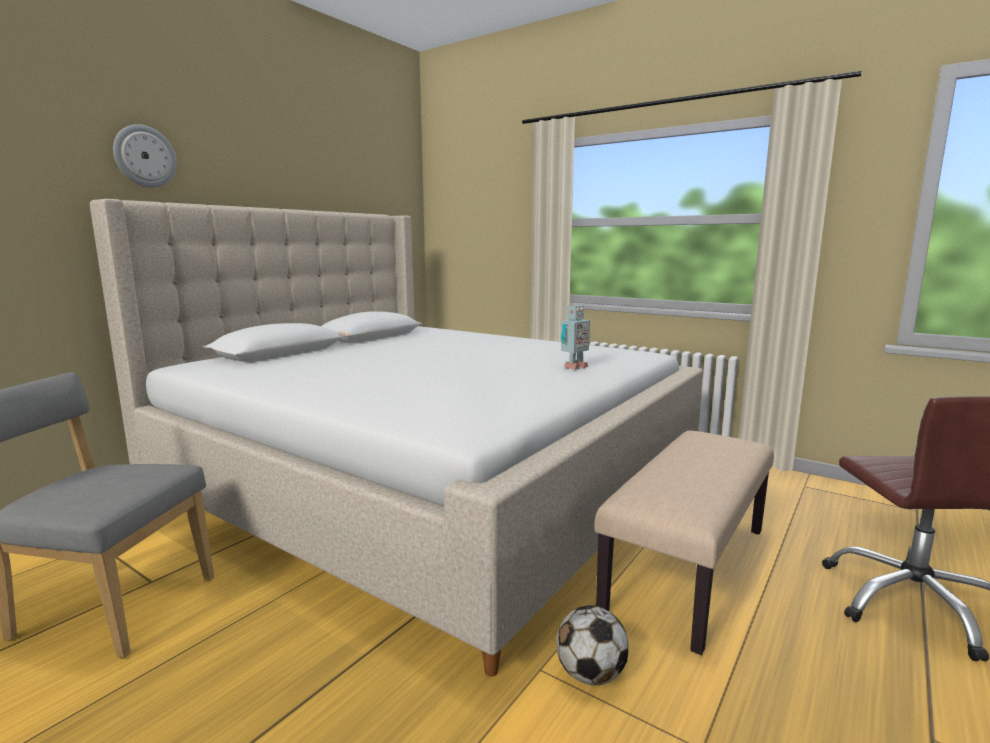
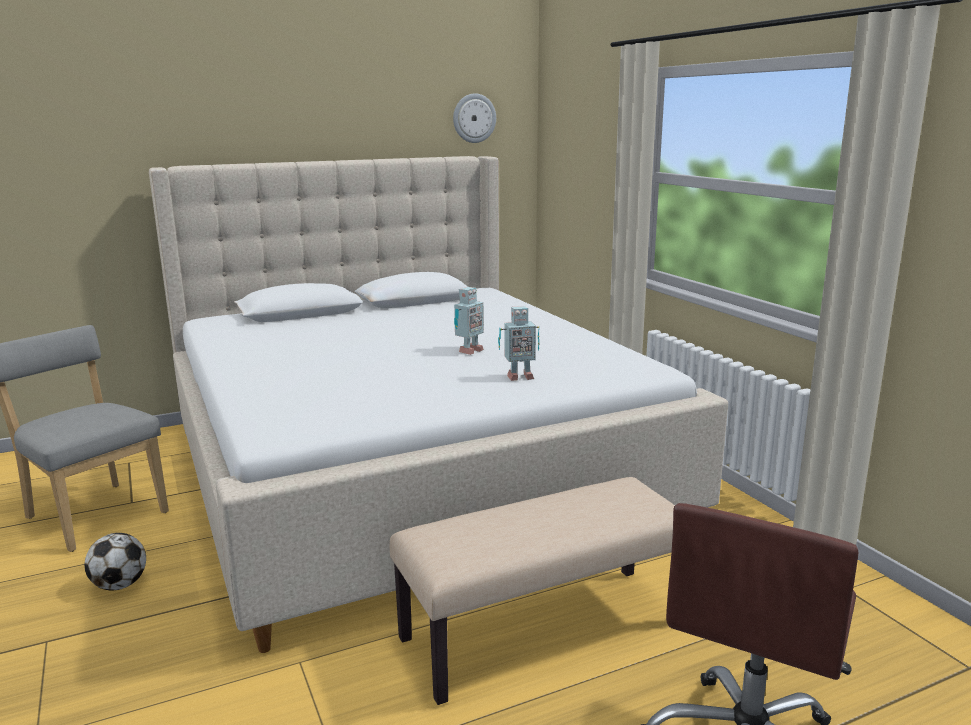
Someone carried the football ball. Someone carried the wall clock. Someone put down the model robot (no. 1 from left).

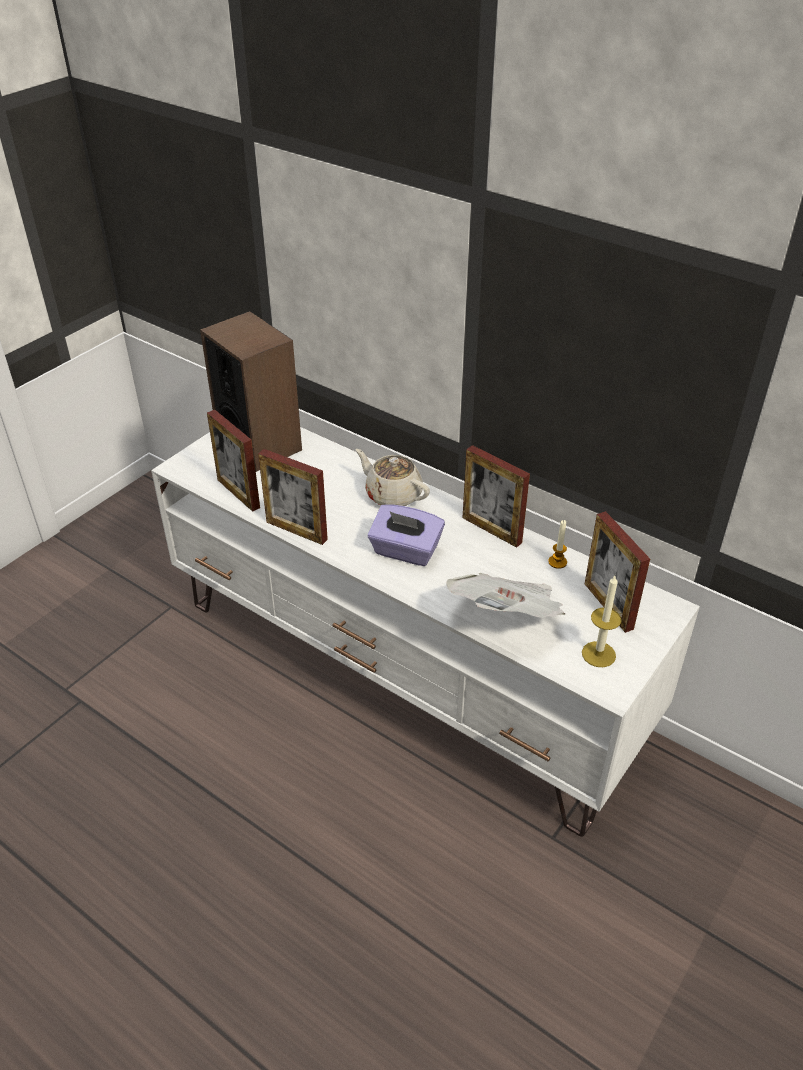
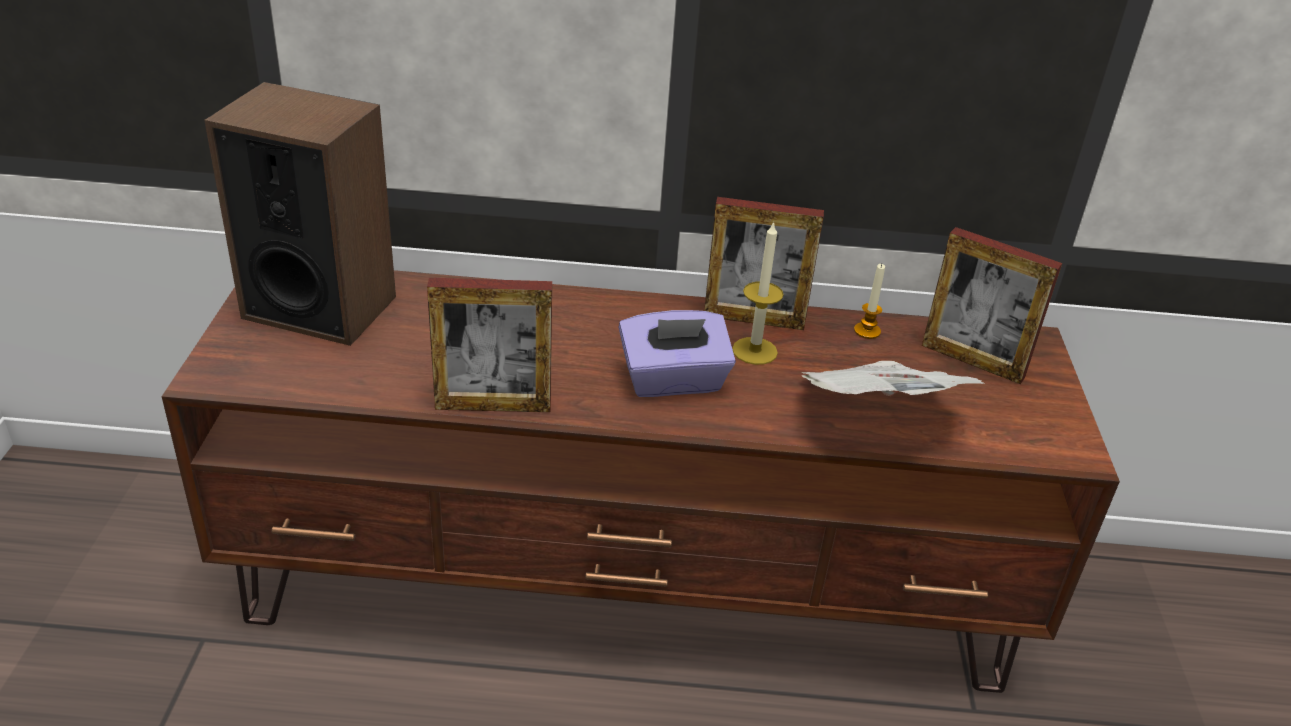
Someone repainted the media console (white), which became the media console (brown-coloured). Someone carried the wax light (no. 2 from left in the first image). Someone took away the standing frame (no. 1 from left). Someone took away the teapot (beige-coloured).

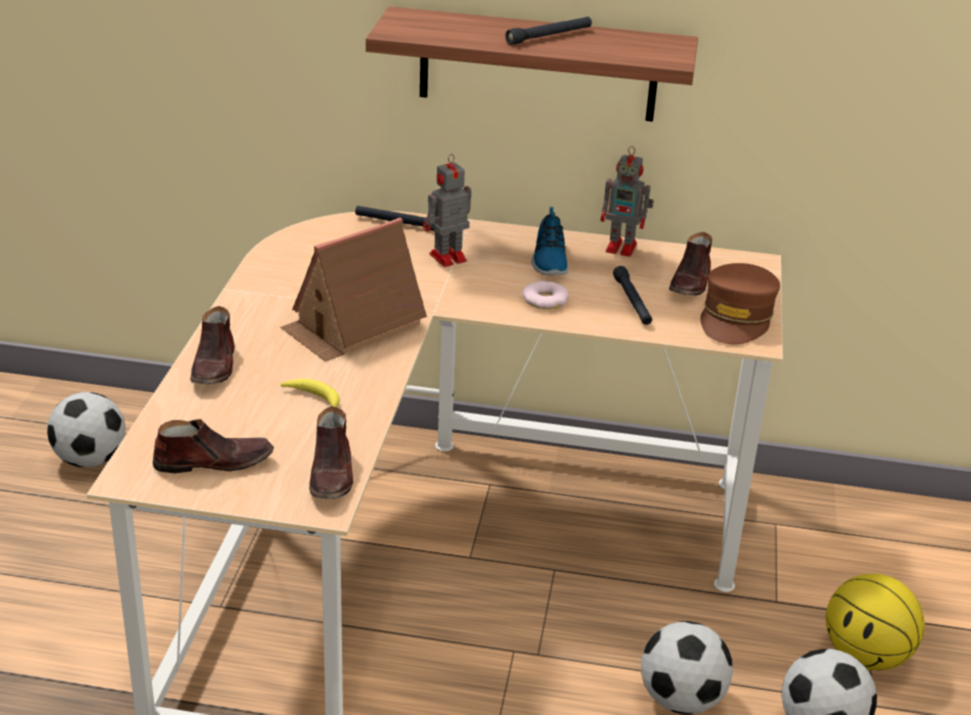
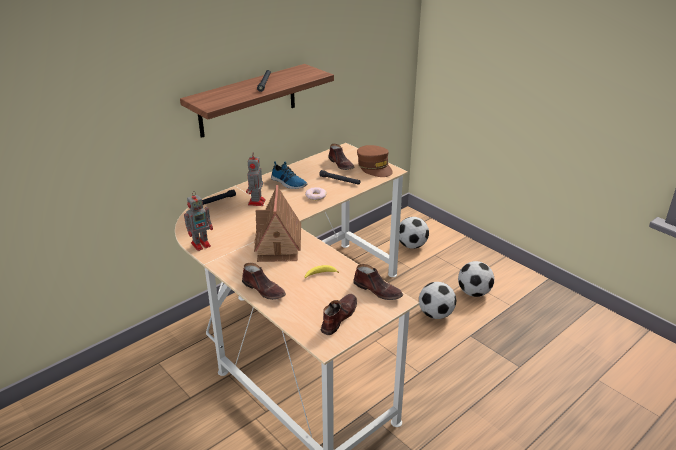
Someone carried the model robot (no. 2 from left in the first image). Someone carried the football ball (no. 1 from left). Someone took away the basketball.

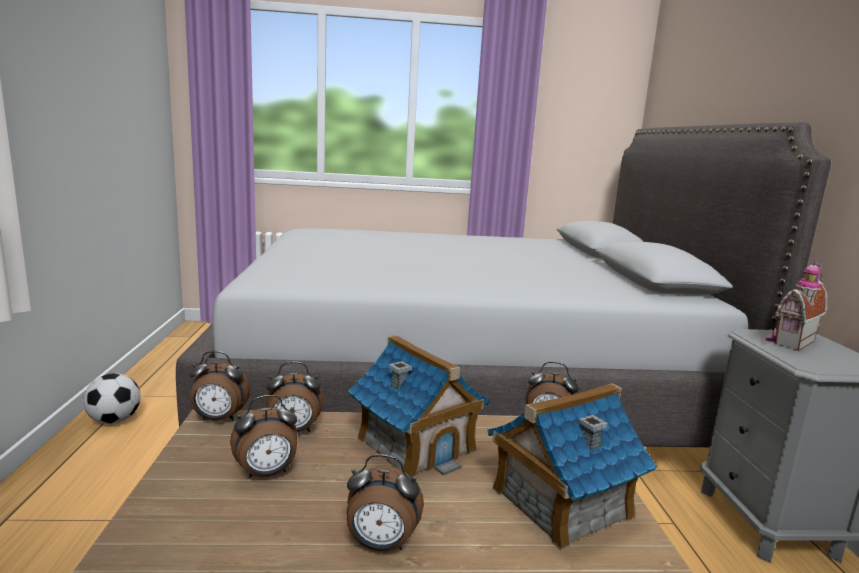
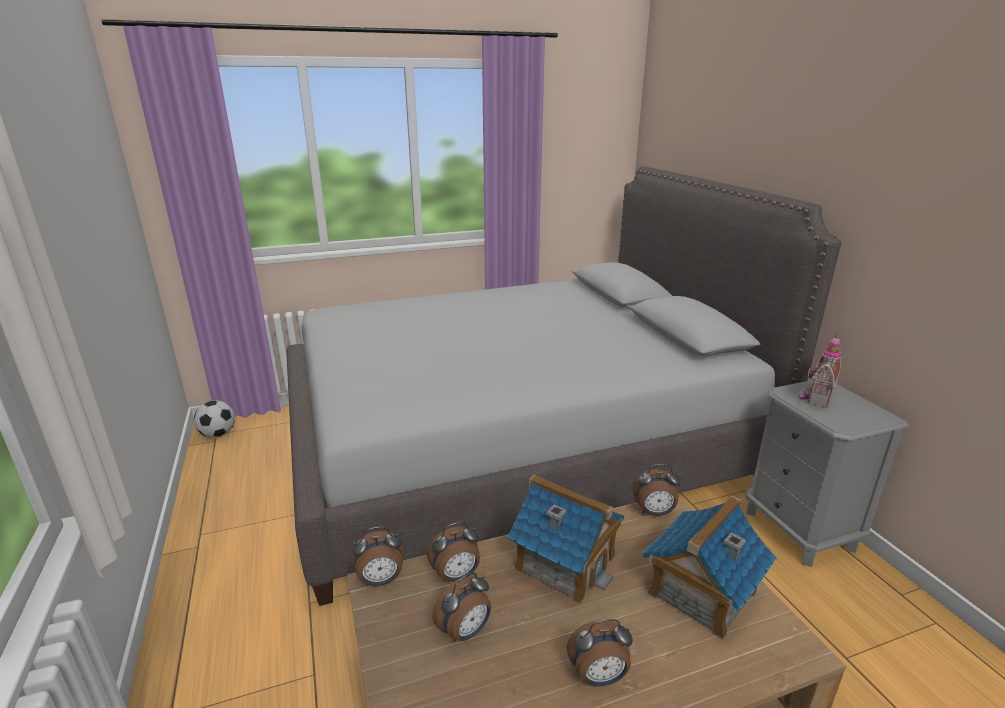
Someone carried the football ball.

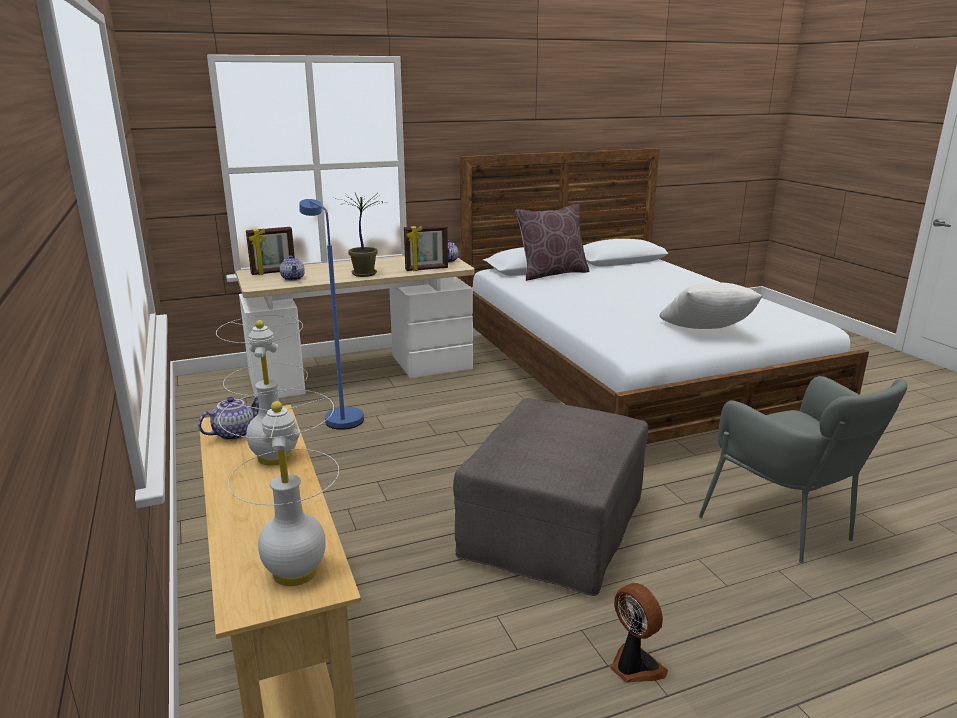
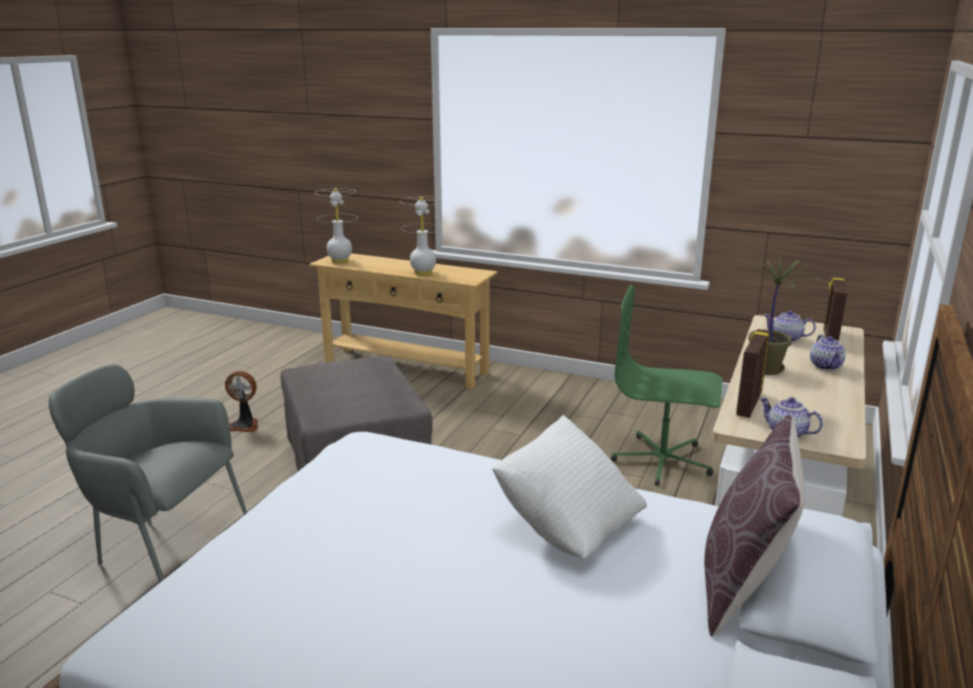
Someone carried the cushion (white). Someone swapped the standard lamp (blue-coloured) for the office chair (greenish). Someone carried the teapot (no. 1 from left in the first image).

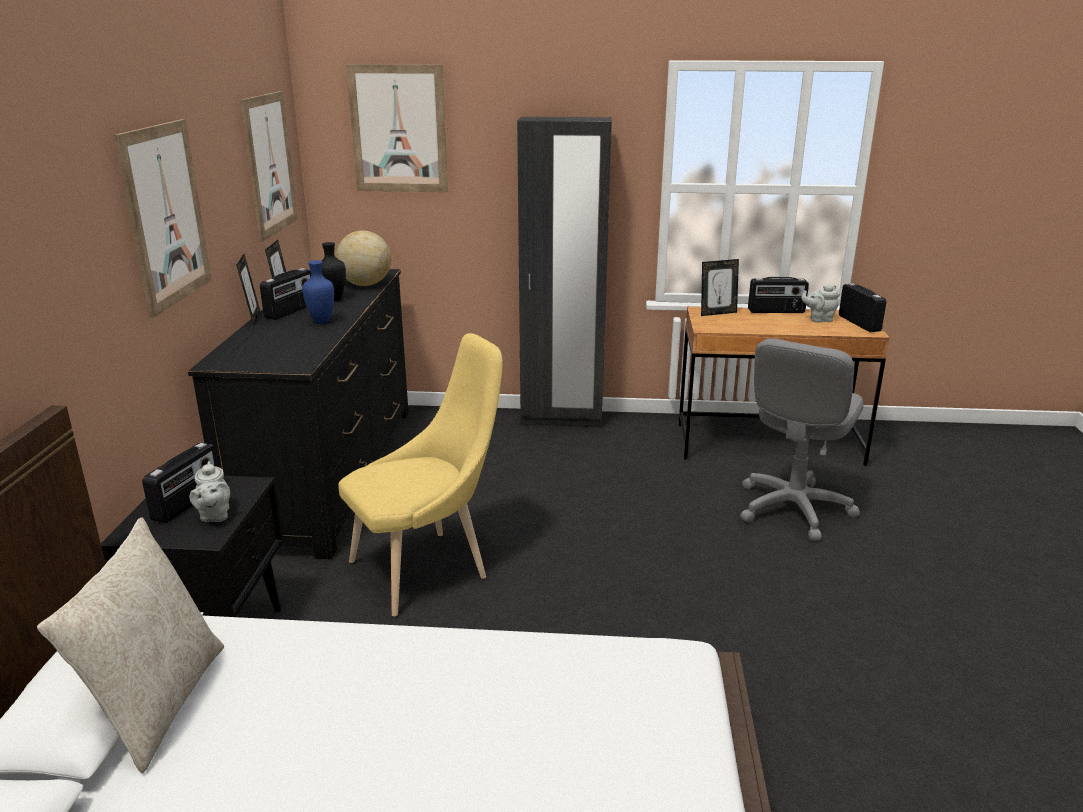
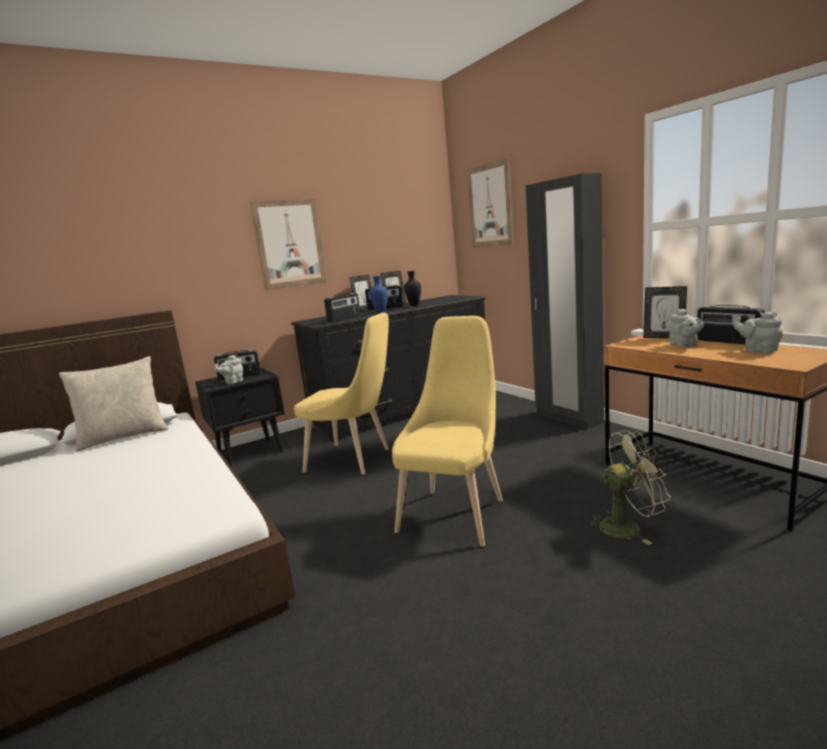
Someone carried the radio (no. 4 from left in the first image). Someone put down the upright chair (yellow-coloured) (no. 2 from left). Someone swapped the office chair (grey) for the electric fan (greenish). Someone put down the teapot (grey) (no. 2 from left). Someone took away the wall picture (no. 2 from left). Someone took away the globe.

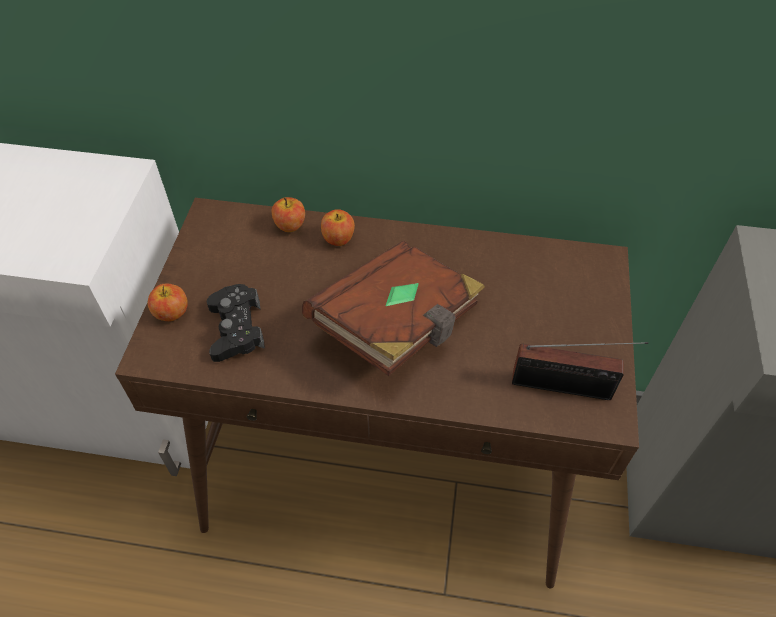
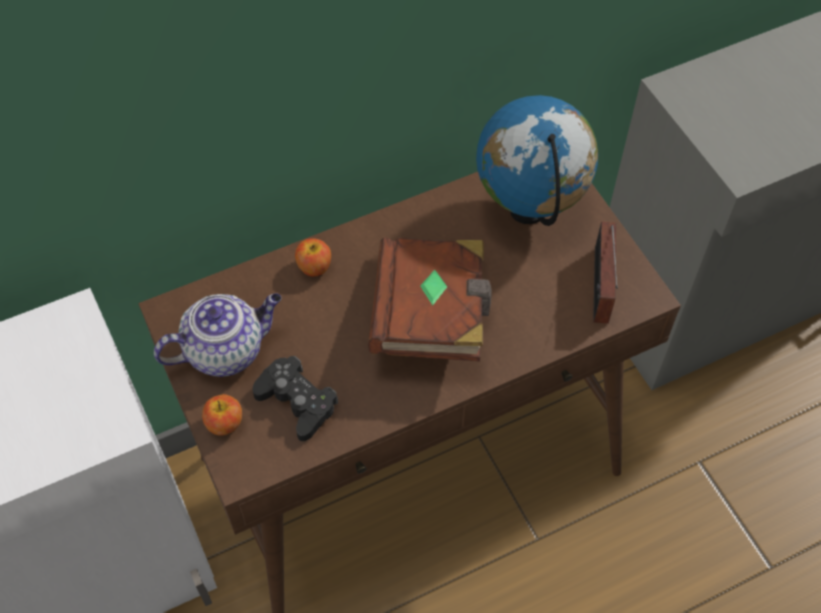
Someone put down the teapot. Someone put down the globe. Someone rotated the radio by 120 degrees clockwise. Someone took away the whole apple (no. 2 from left).

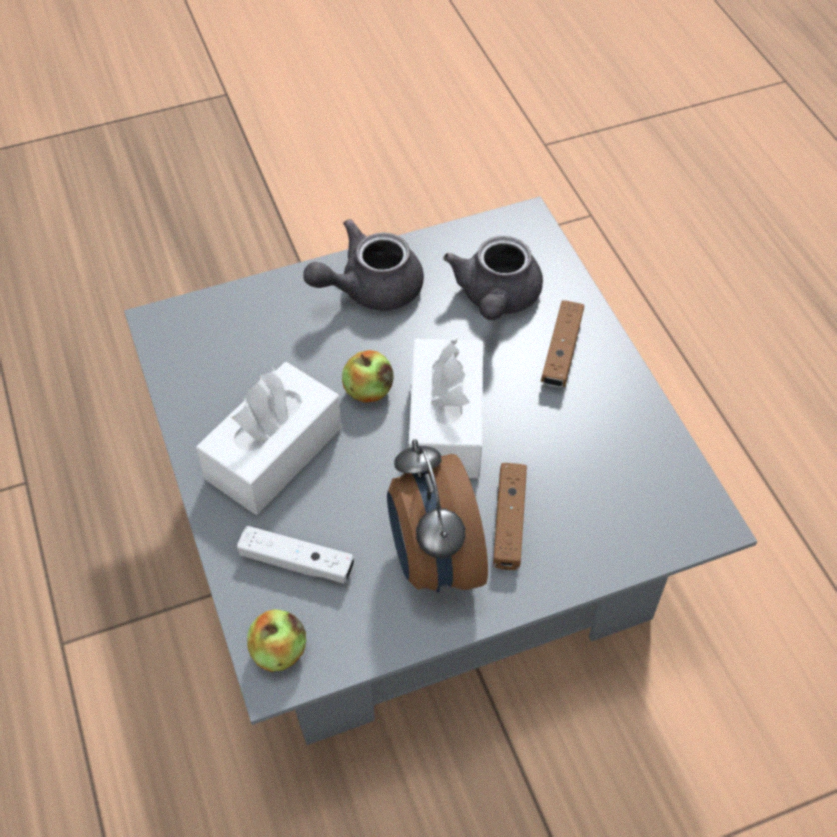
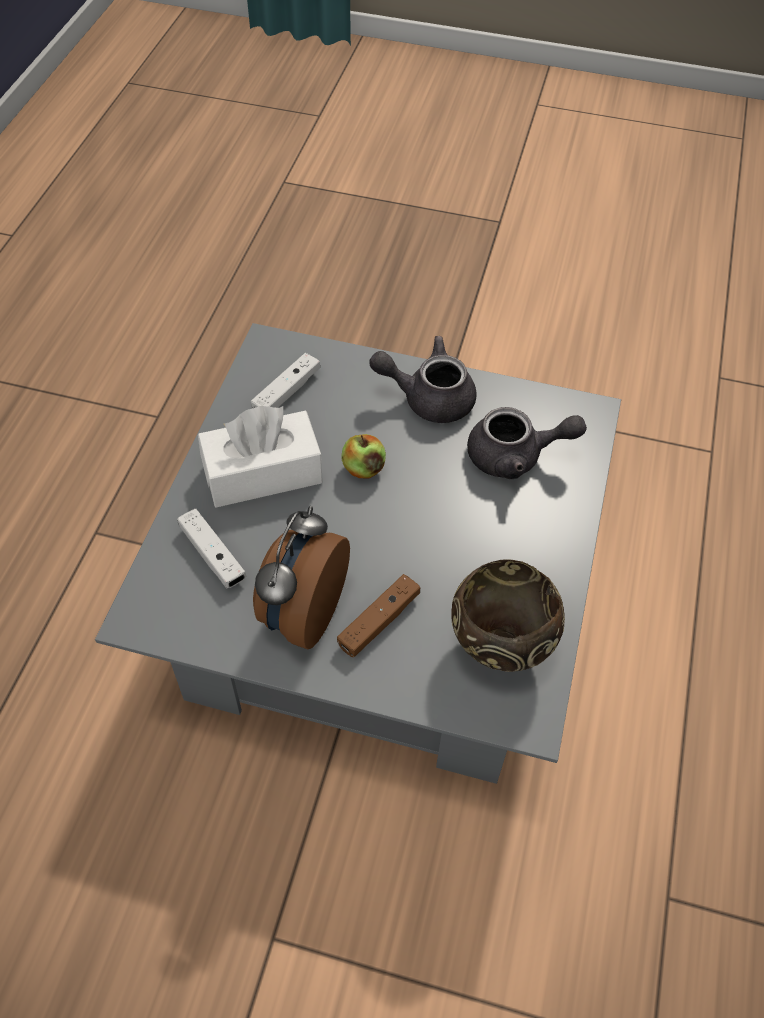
Someone put down the gamepad (white) (no. 2 from left). Someone put down the bowl (brown-coloured). Someone rotated the teapot (grey) (no. 2 from left) by 135 degrees counterclockwise. Someone took away the whole apple (no. 1 from left). Someone took away the tissue holder (white) (no. 2 from left). Someone took away the gamepad (brown-coloured) (no. 2 from left).

